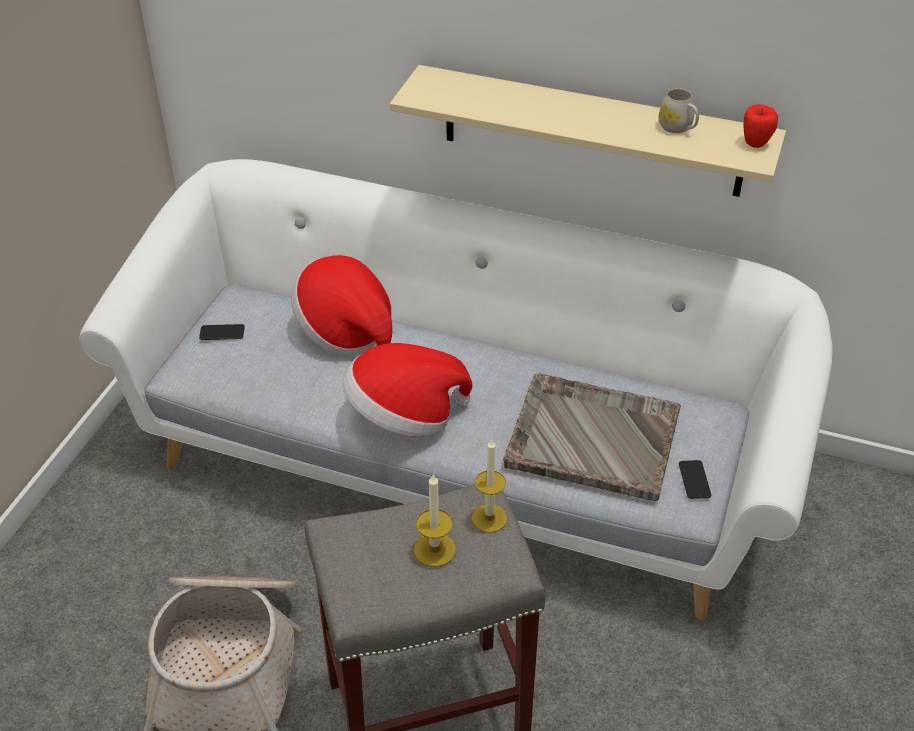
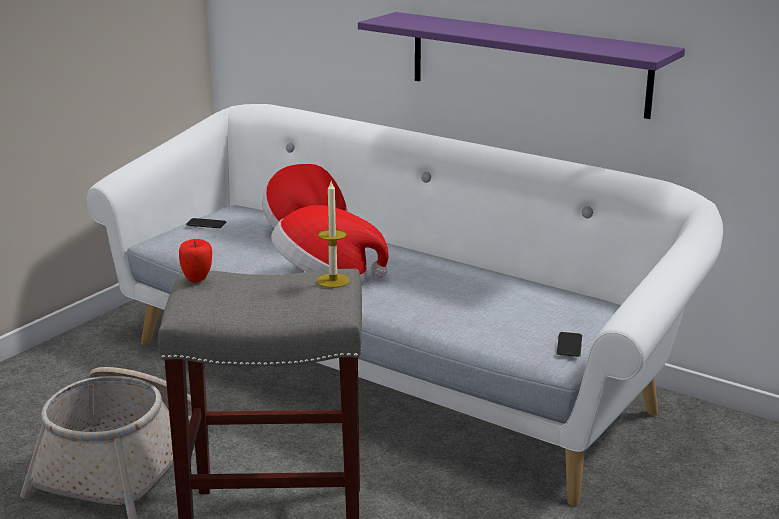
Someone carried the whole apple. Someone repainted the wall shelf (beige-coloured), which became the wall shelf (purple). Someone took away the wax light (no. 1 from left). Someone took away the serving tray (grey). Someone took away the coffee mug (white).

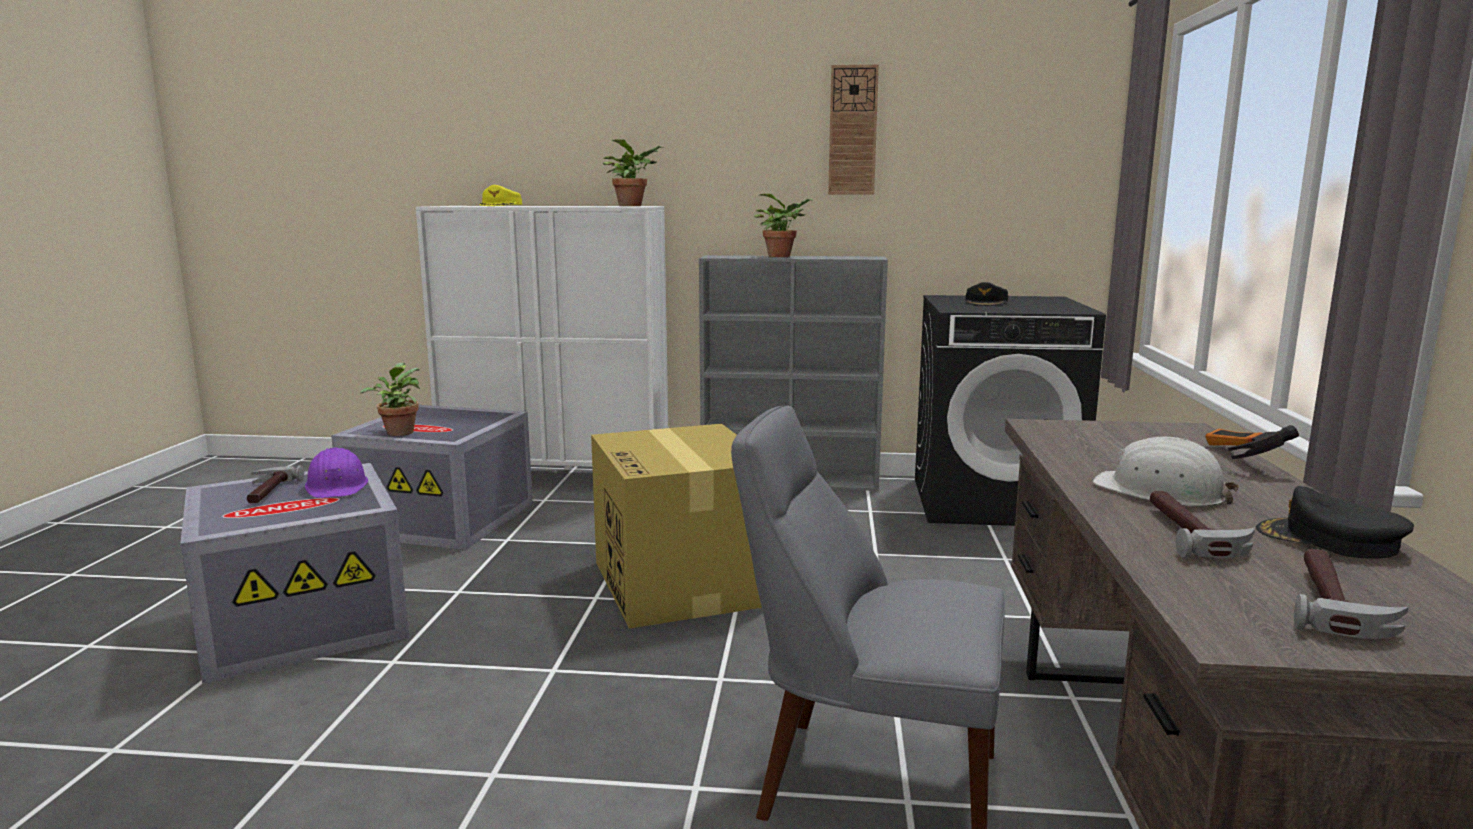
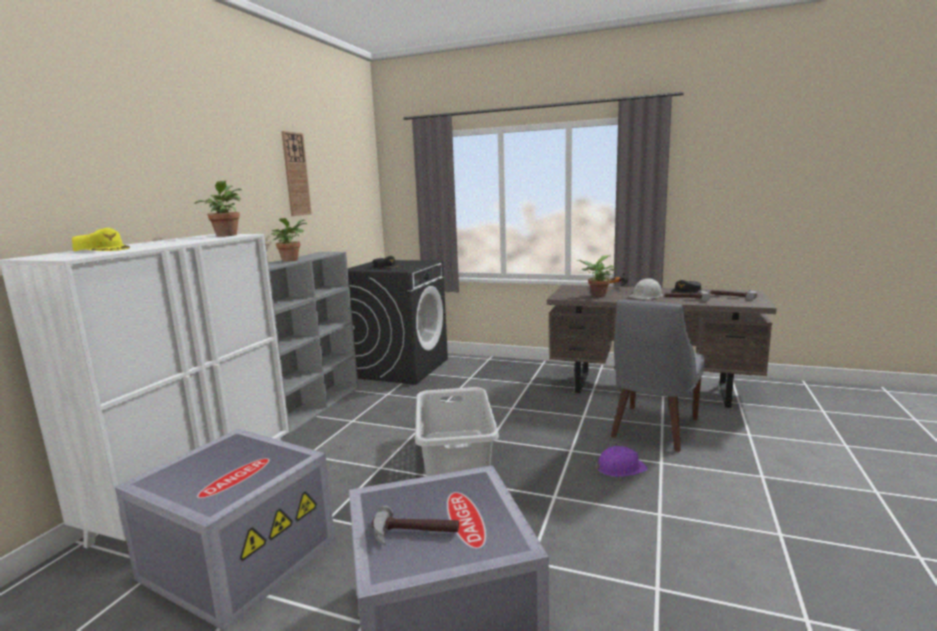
Someone swapped the cardboard box for the laundry basket (grey). Someone carried the houseplant (no. 1 from left in the first image). Someone carried the work helmet (purple).

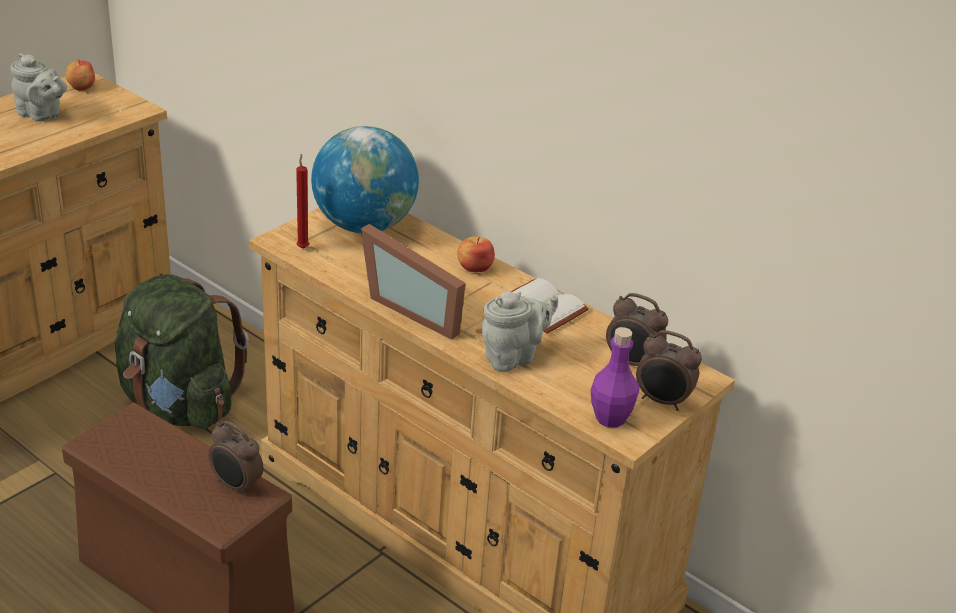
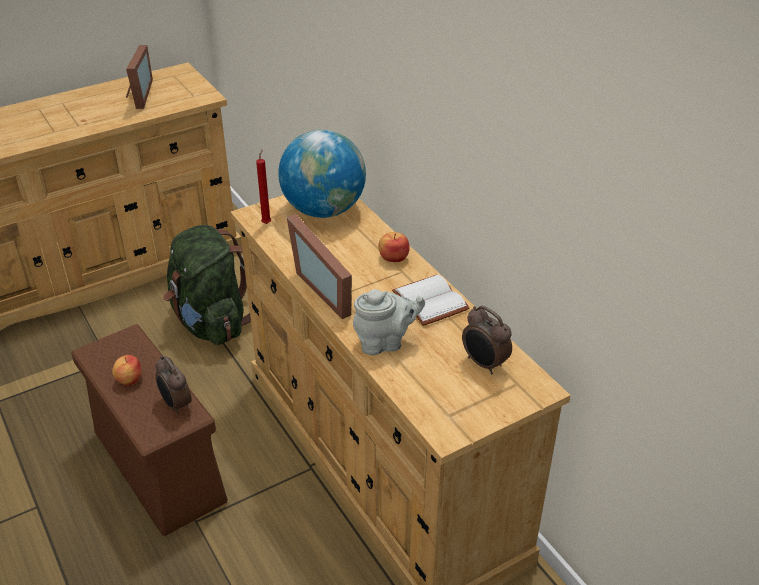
Someone carried the whole apple (no. 1 from left). Someone swapped the teapot (grey) (no. 1 from left) for the standing frame (no. 1 from left). Someone took away the bottle (purple). Someone took away the bedside clock (no. 3 from left).

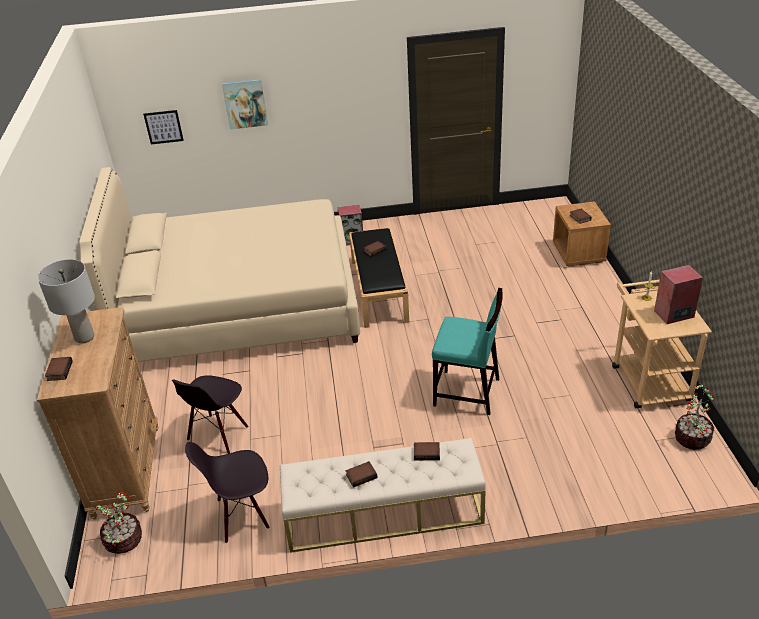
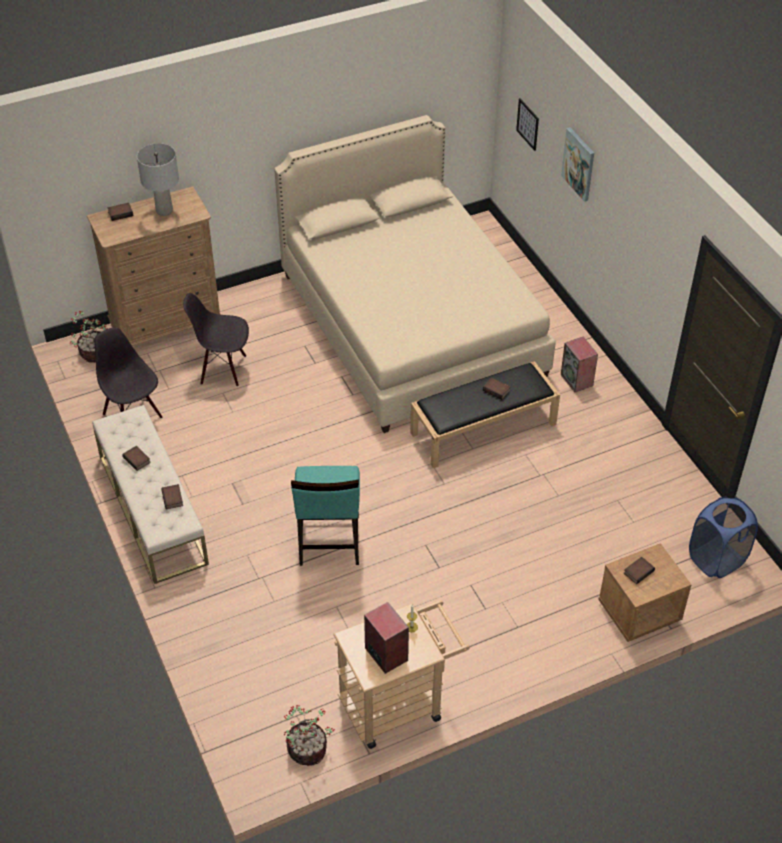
Someone put down the laundry basket (blue-coloured).

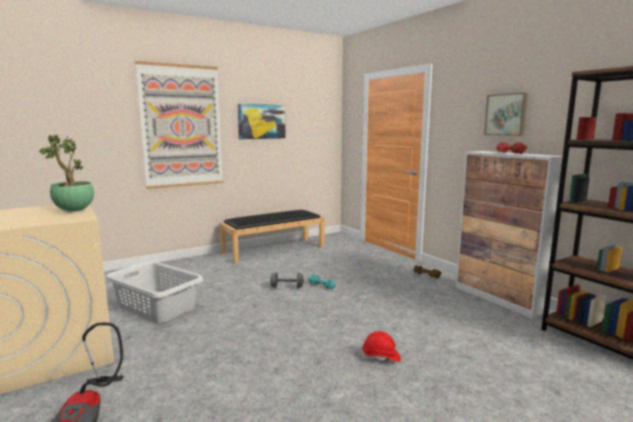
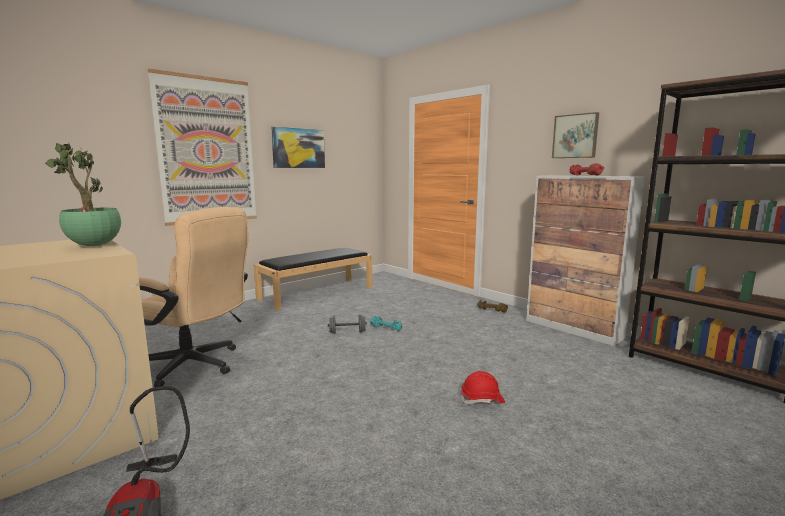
Someone swapped the laundry basket (grey) for the office chair (beige-coloured).

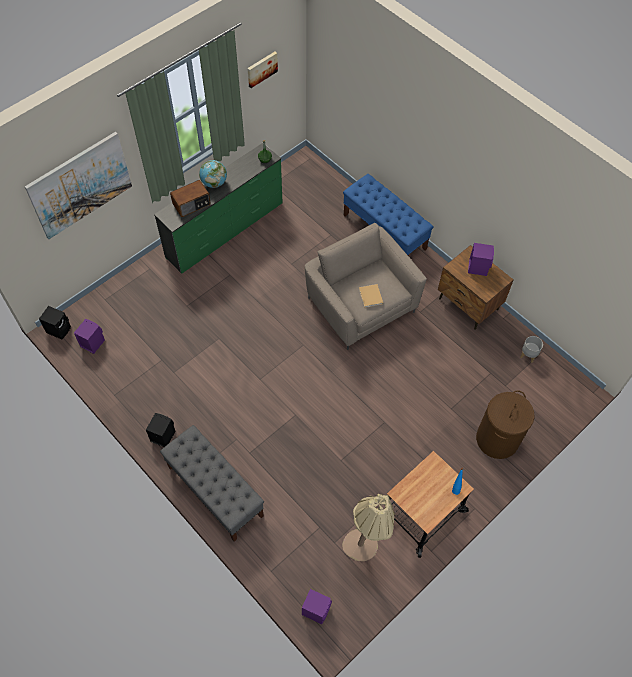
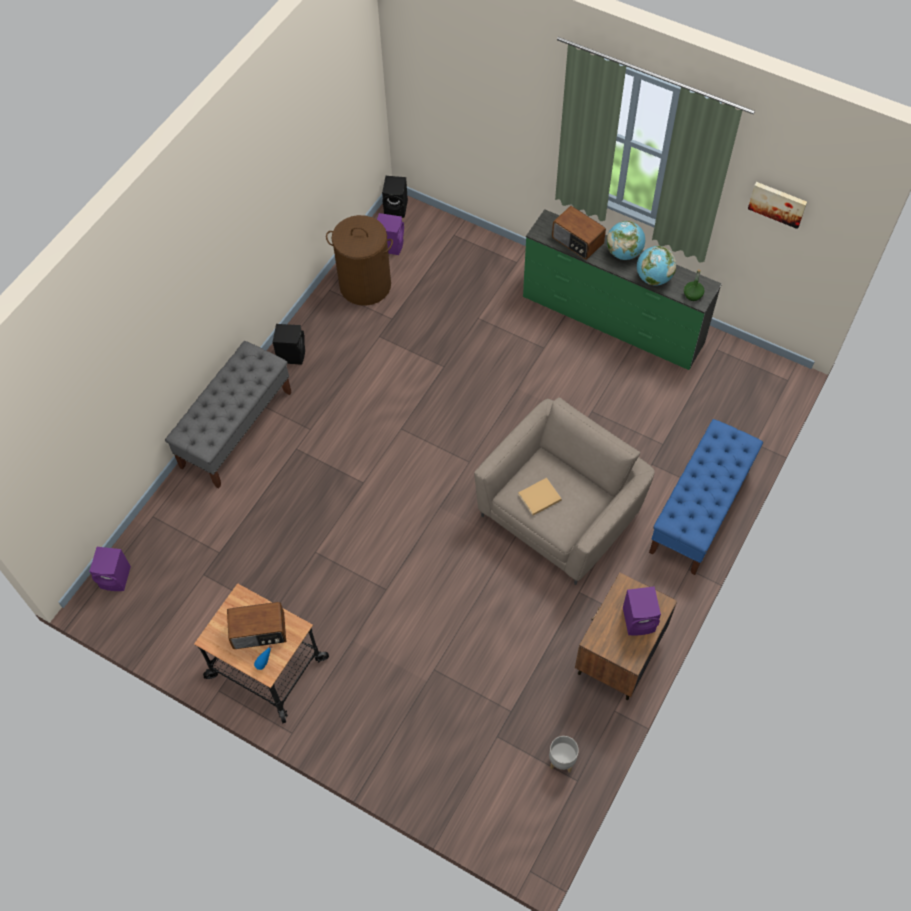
Someone put down the radio (no. 1 from left). Someone carried the laundry basket (brown-coloured). Someone put down the globe (no. 2 from left). Someone took away the wall picture (no. 1 from left). Someone took away the standard lamp (beige-coloured).

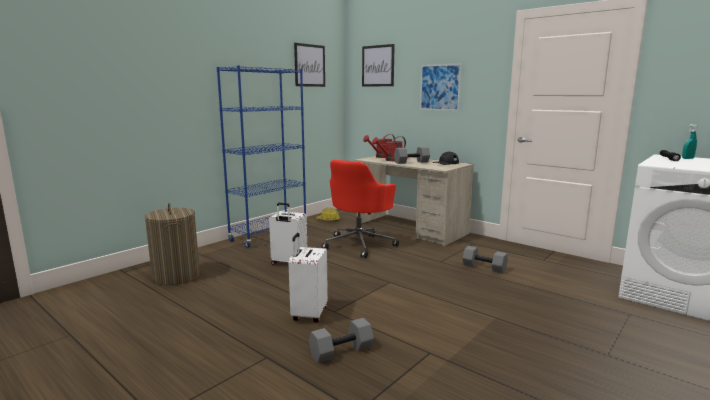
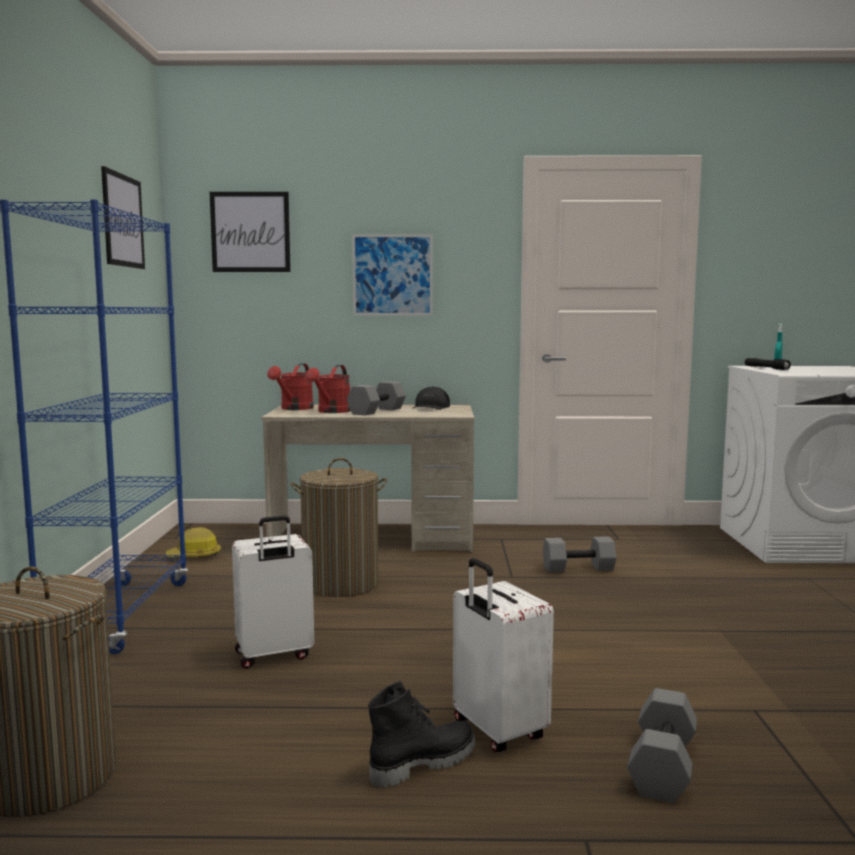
Someone swapped the office chair (red) for the laundry basket (no. 2 from left). Someone put down the boot (black).

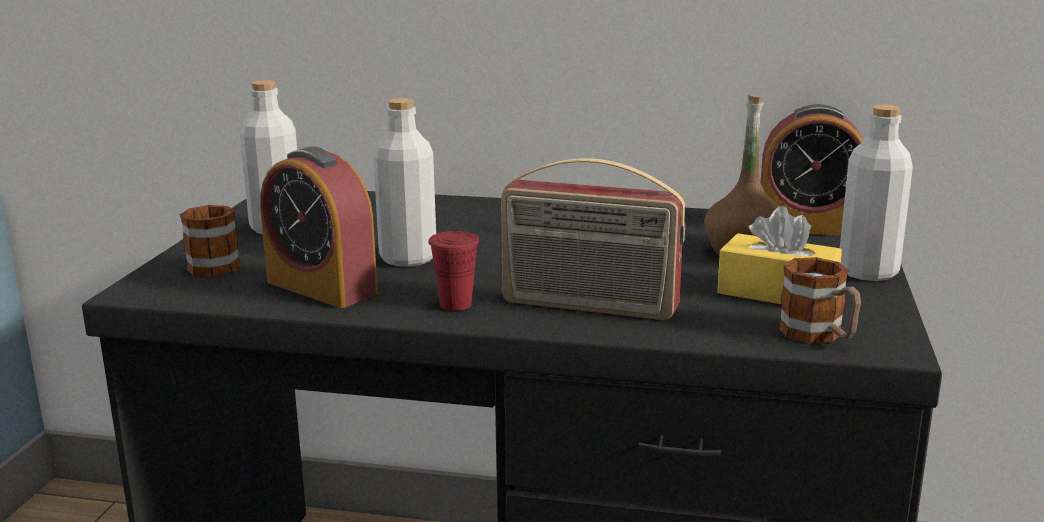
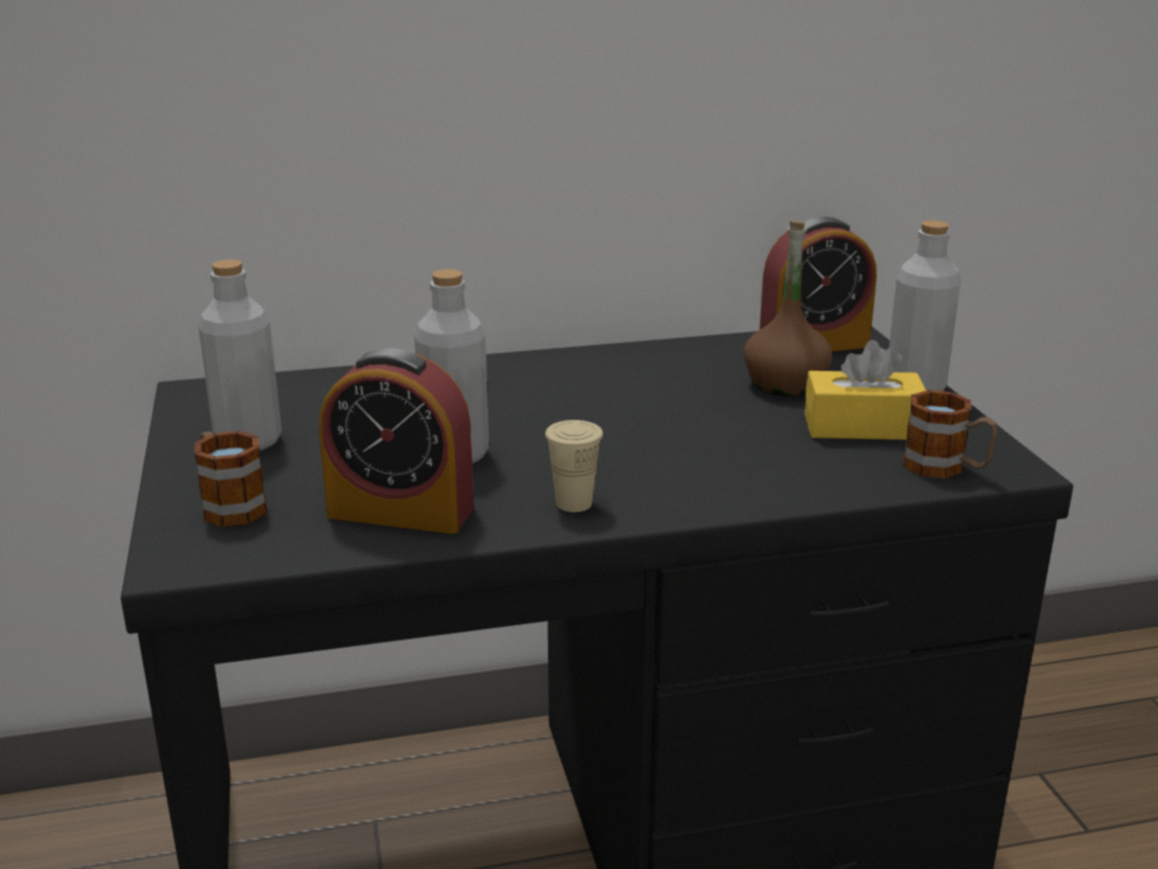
Someone repainted the small cup (red), which became the small cup (beige-coloured). Someone took away the radio.

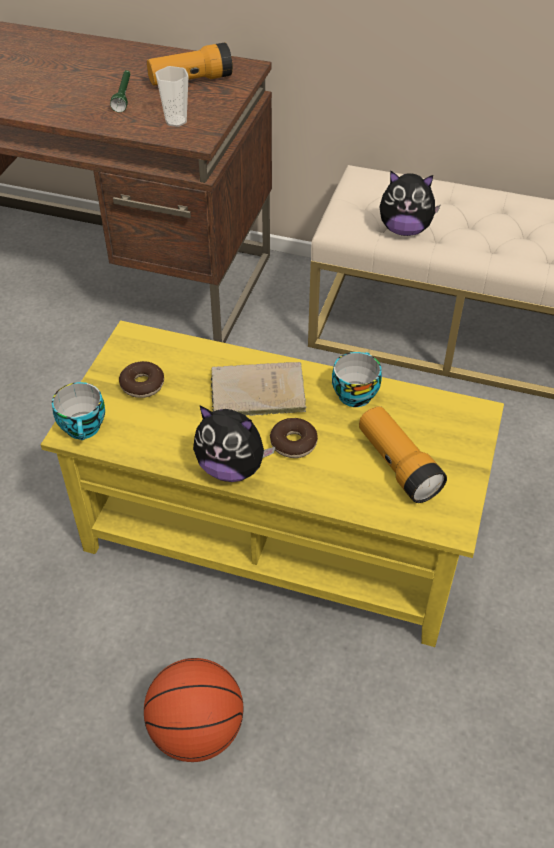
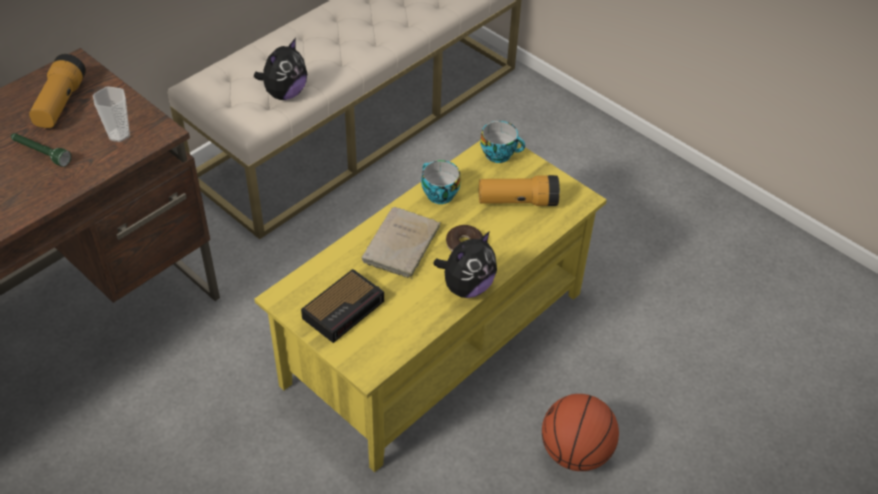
Someone swapped the donut (no. 1 from left) for the bedside clock. Someone carried the small cup (no. 1 from left in the first image).

